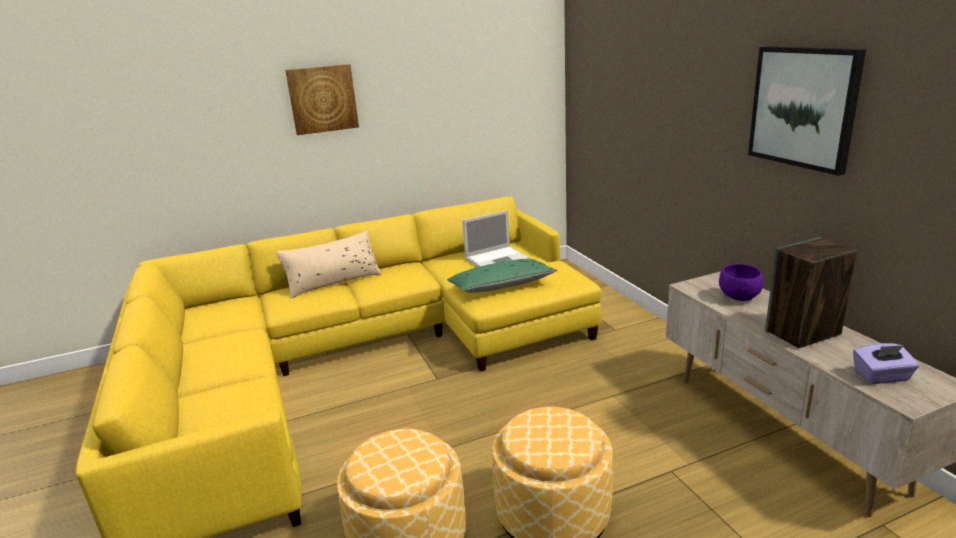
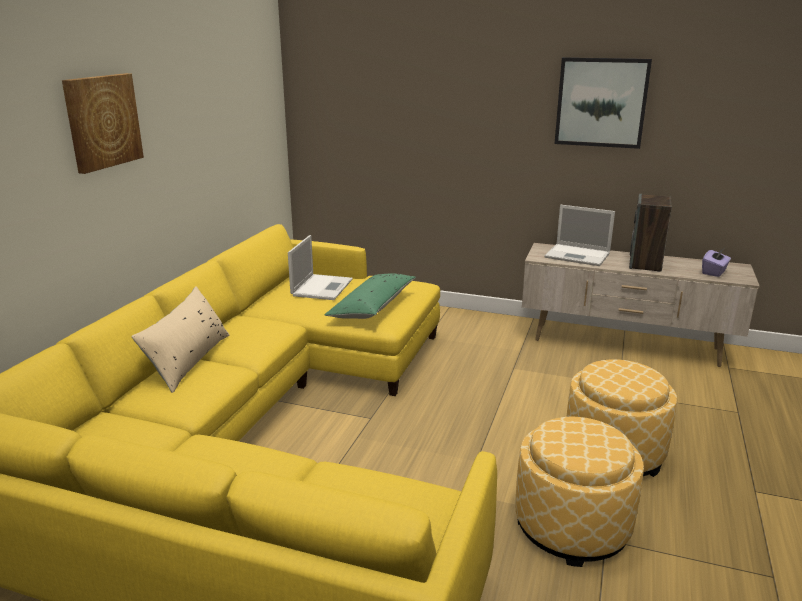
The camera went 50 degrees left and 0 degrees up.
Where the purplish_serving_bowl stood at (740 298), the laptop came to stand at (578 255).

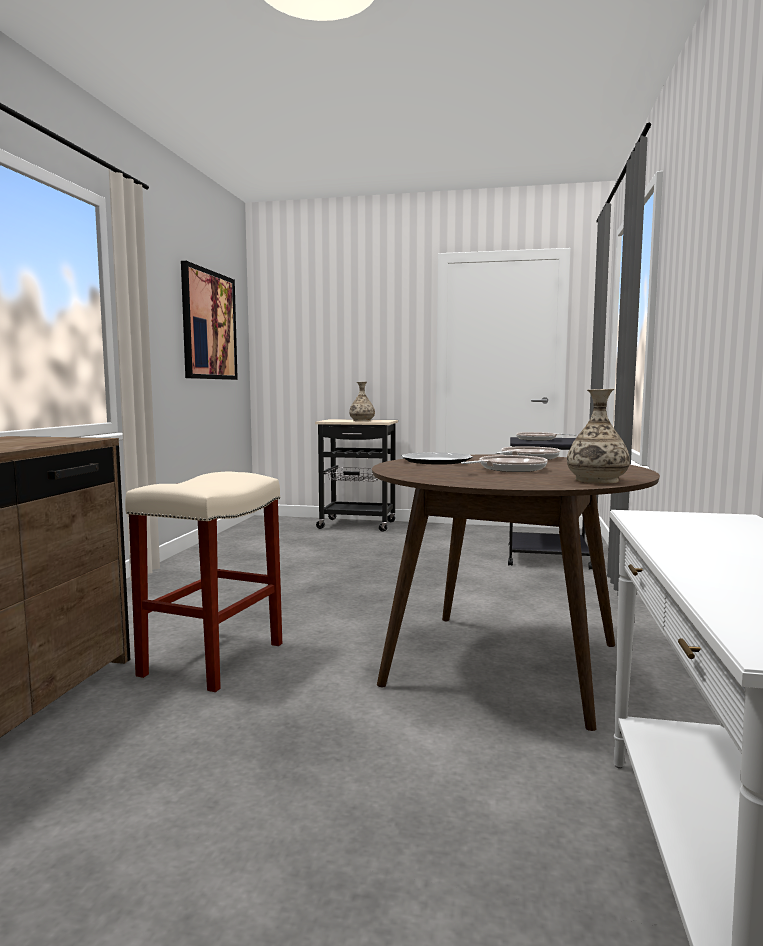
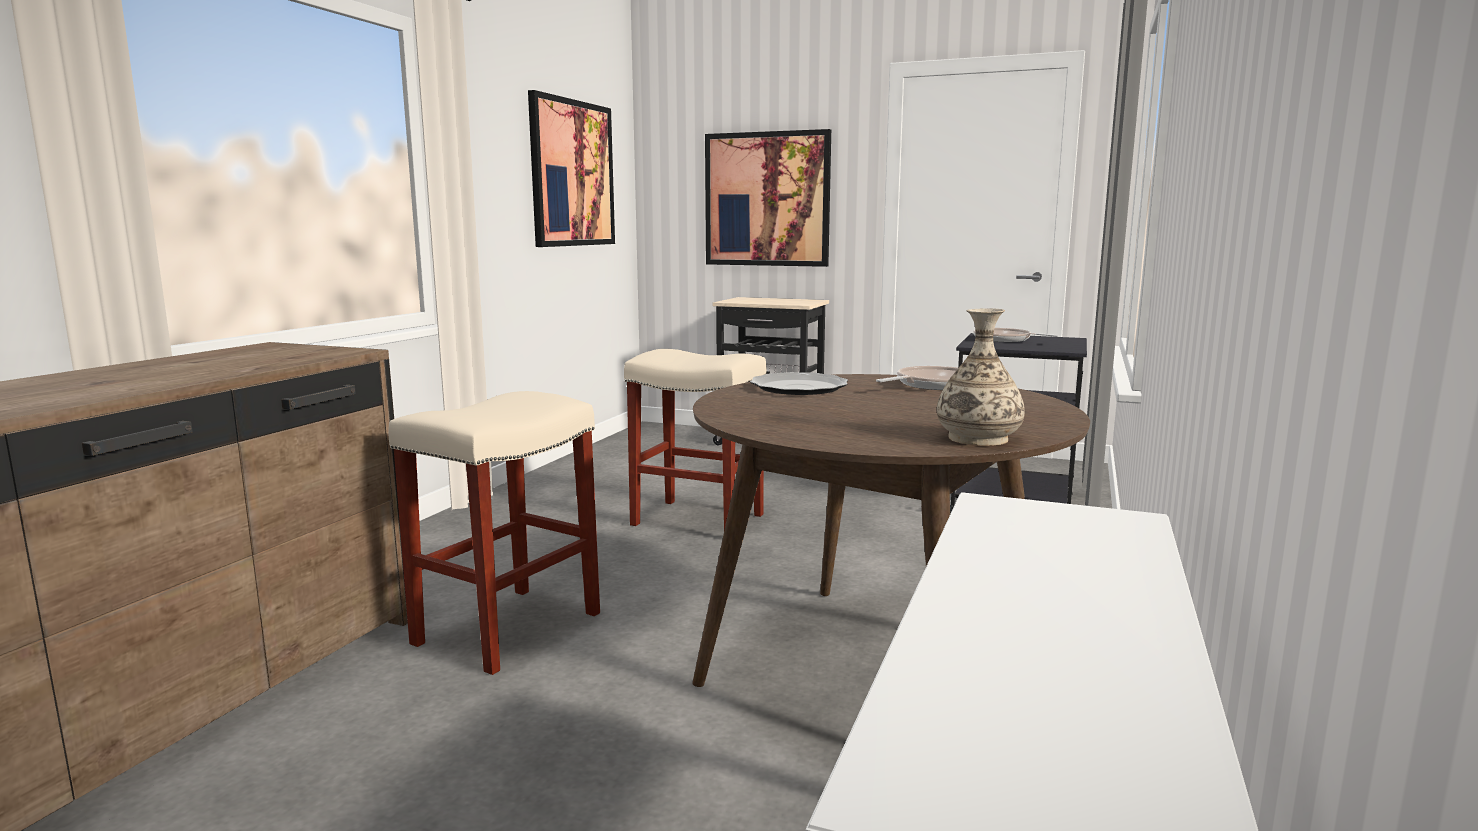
The camera went 10 degrees right and 5 degrees up.
The second view gained the sand-coloured_stool at (700 520).
The second view gained the wall_art at (767 199).
The second view lost the flower_vase at (361 421).
The second view lost the skillet at (509 469).

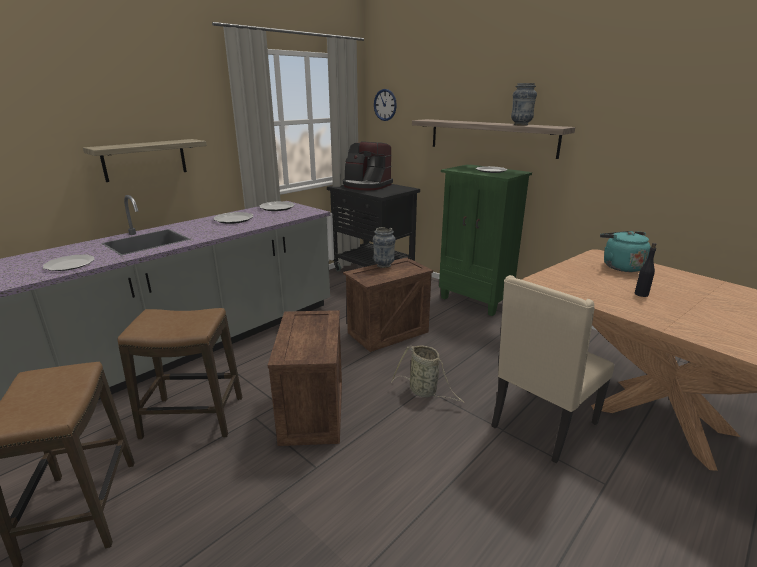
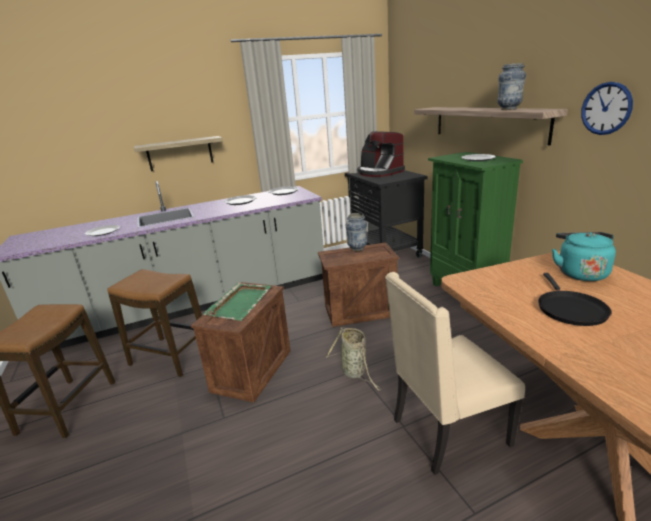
The camera went 25 degrees right and 0 degrees up.
The second view gained the green-coloured_carrying_tray at (240 302).
Where the black_beverage_bottle stood at (641 294), the black_skillet came to stand at (569 309).
The clock_on_the_wall ended up elsewhere, having gone from (385 105) to (606 108).

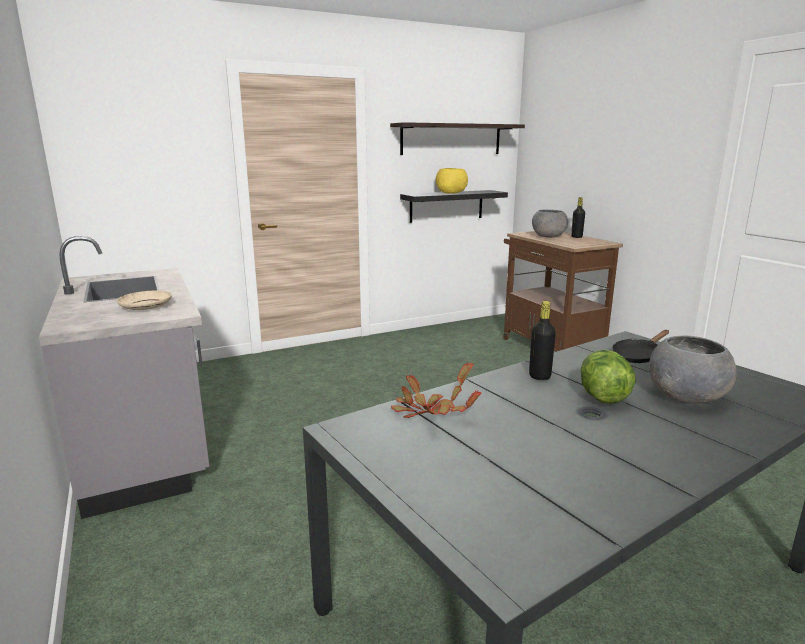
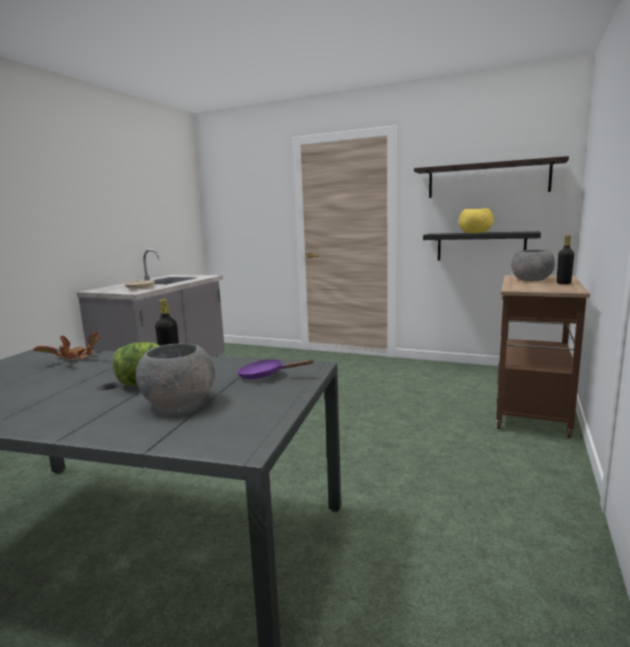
The camera went 50 degrees right and 5 degrees down.
What was the black_skillet at (638 356) turned into the purplish_skillet at (266 375).

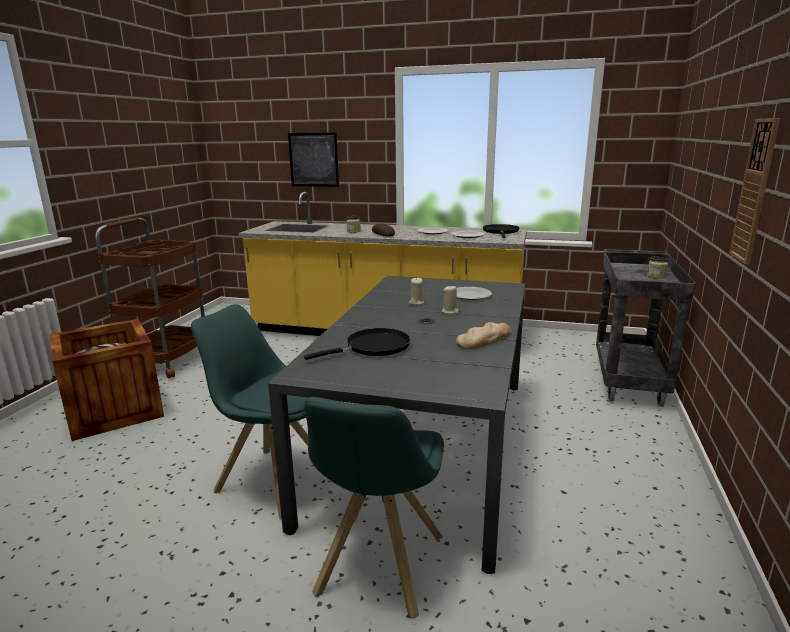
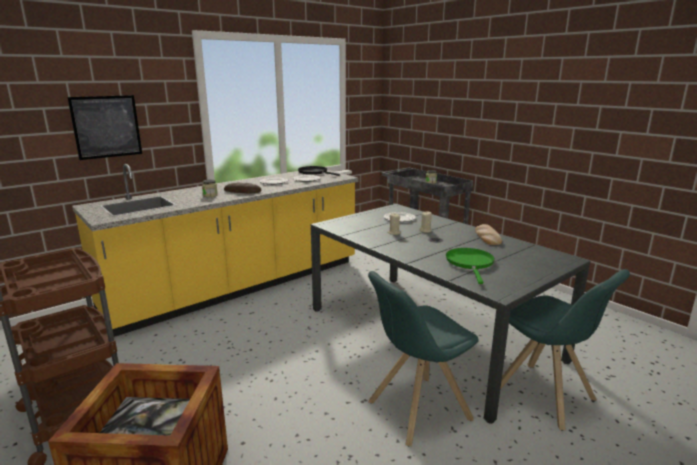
The camera went 55 degrees left and 0 degrees up.
What was the black_skillet at (373 347) turned into the green-coloured_skillet at (470 263).
The second view lost the clock_on_the_wall at (755 191).

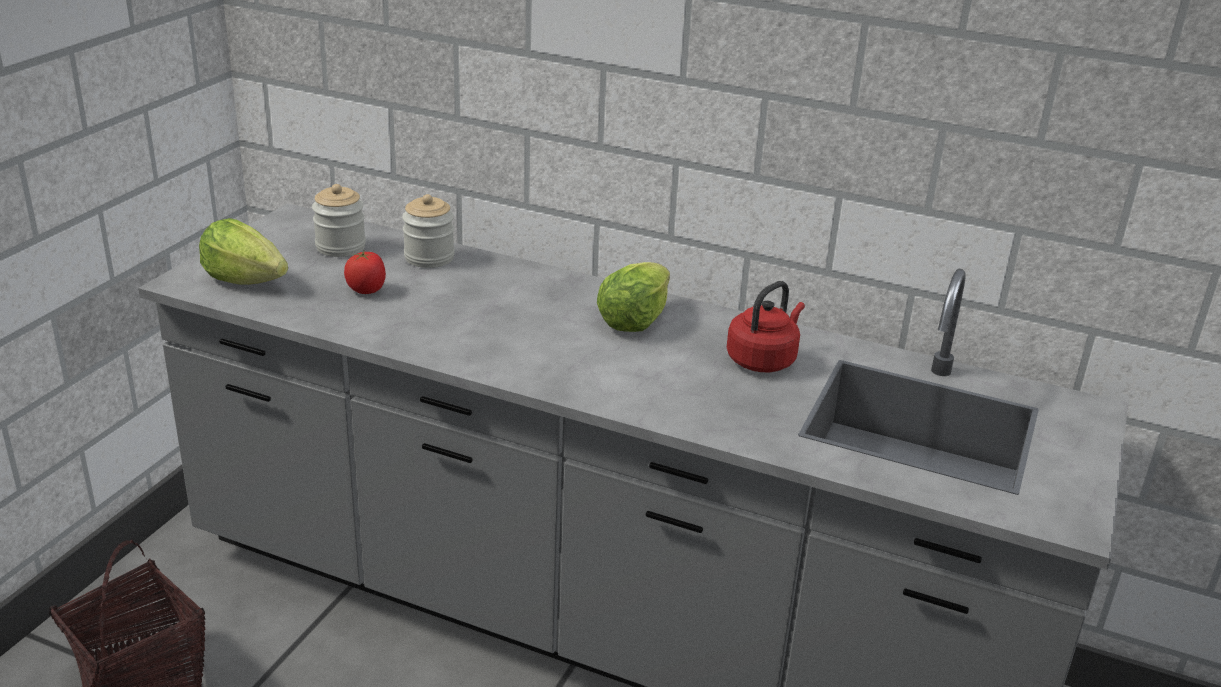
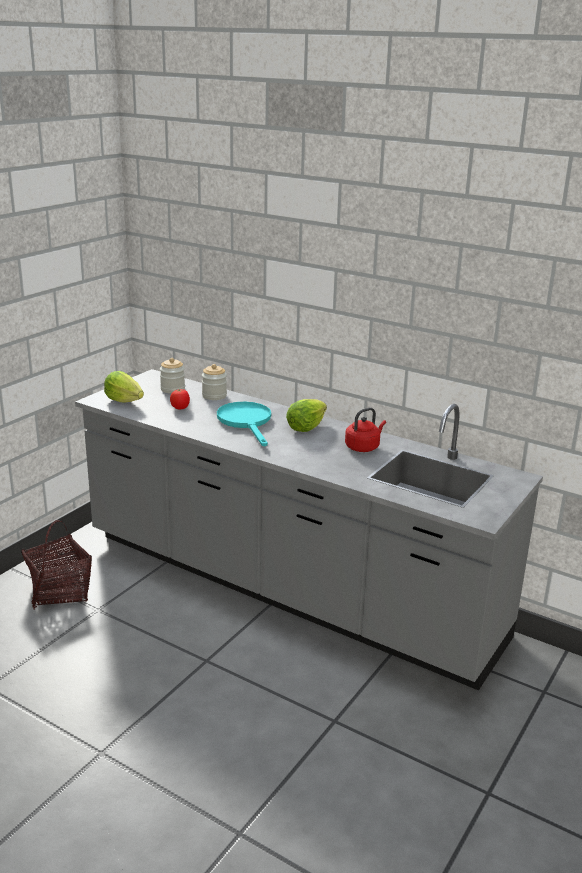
The camera went 10 degrees right and 5 degrees down.
The second view gained the turquoise-coloured_skillet at (246 422).

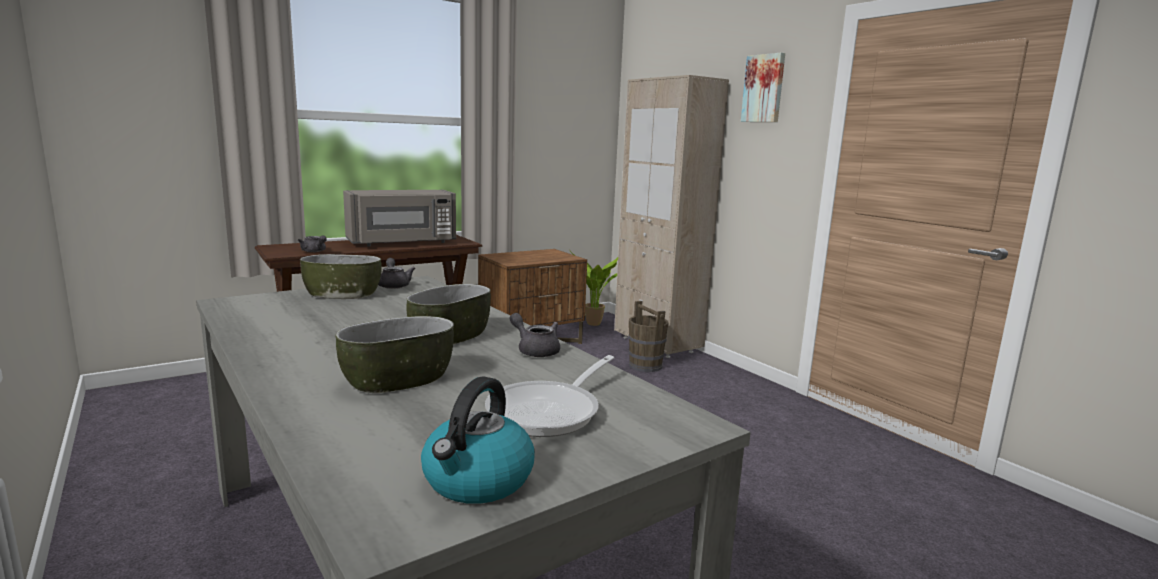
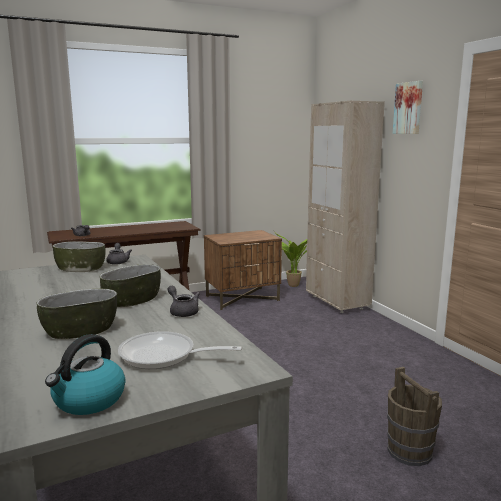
The camera went 10 degrees right and 0 degrees up.
The skillet at (550 412) ended up facing another way, 60 degrees clockwise from before.
The brown-coloured_bucket ended up elsewhere, having gone from (645 366) to (409 452).
The second view lost the greyish_microwave_oven at (402 243).

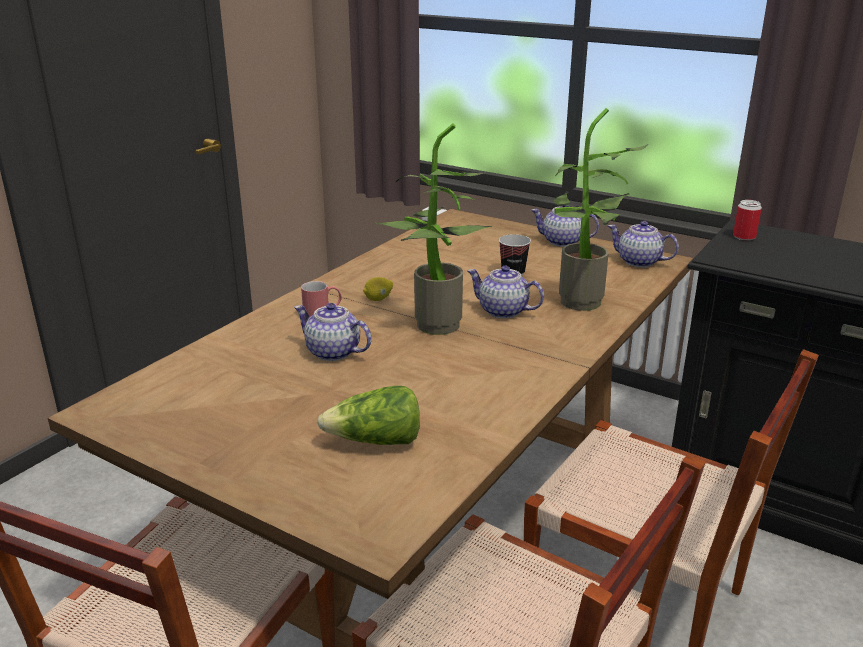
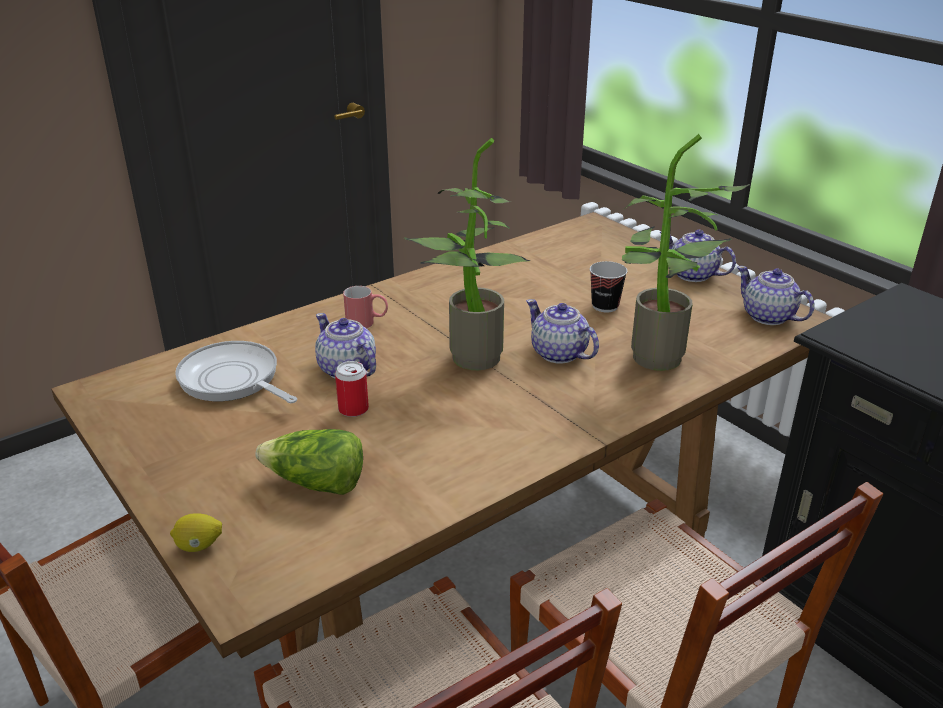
The camera went 20 degrees right and 5 degrees up.
The citrus_fruit ended up elsewhere, having gone from (378 299) to (199 546).
The second view gained the skillet at (233 380).
The sealed_can ended up elsewhere, having gone from (744 237) to (353 409).

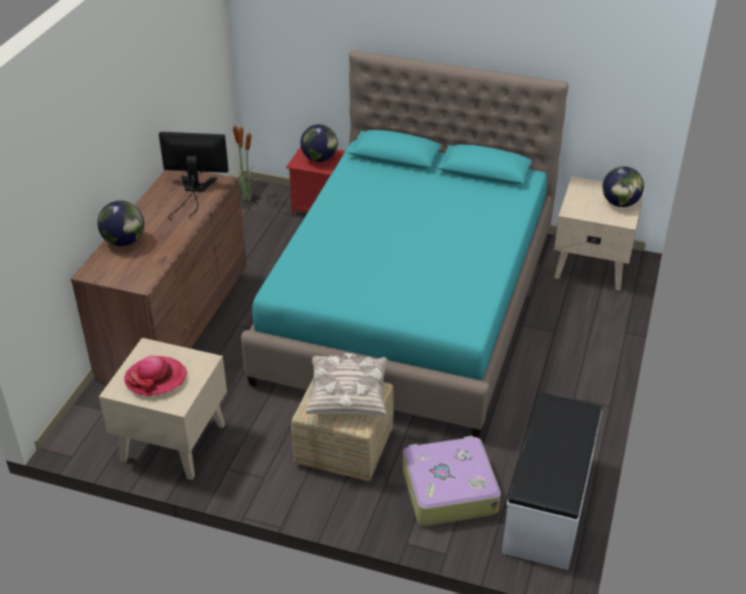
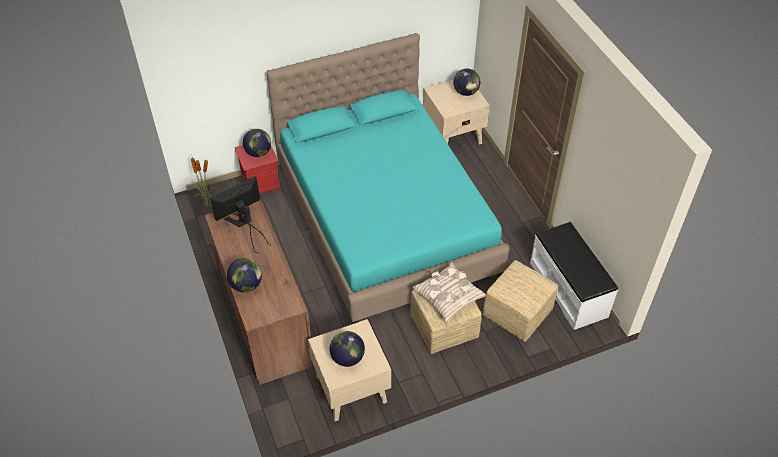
The camera went 40 degrees left and 10 degrees up.
Where the hat stood at (155 378), the desk_globe came to stand at (347 357).
Where the piece_of_luggage stood at (448 489), the ottoman came to stand at (517 314).

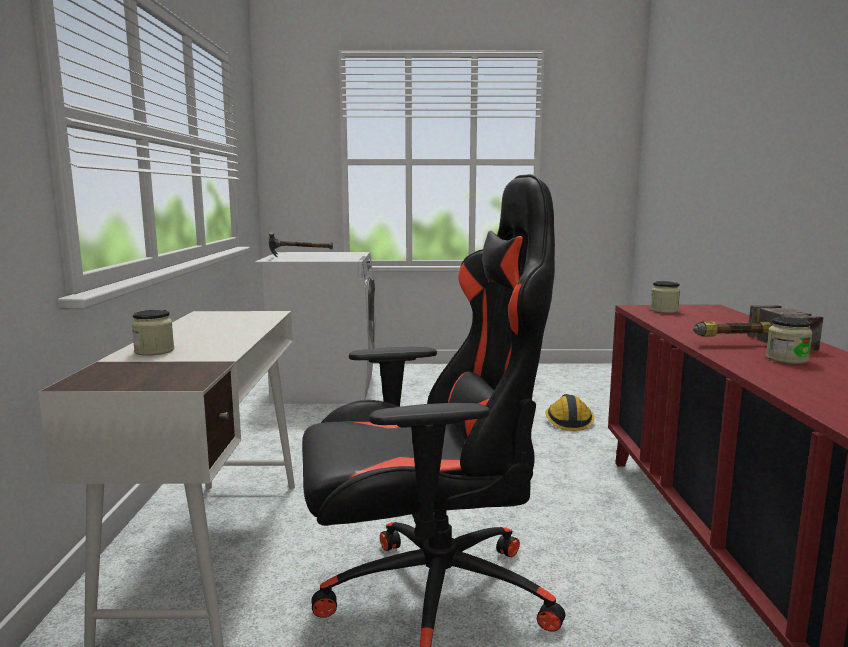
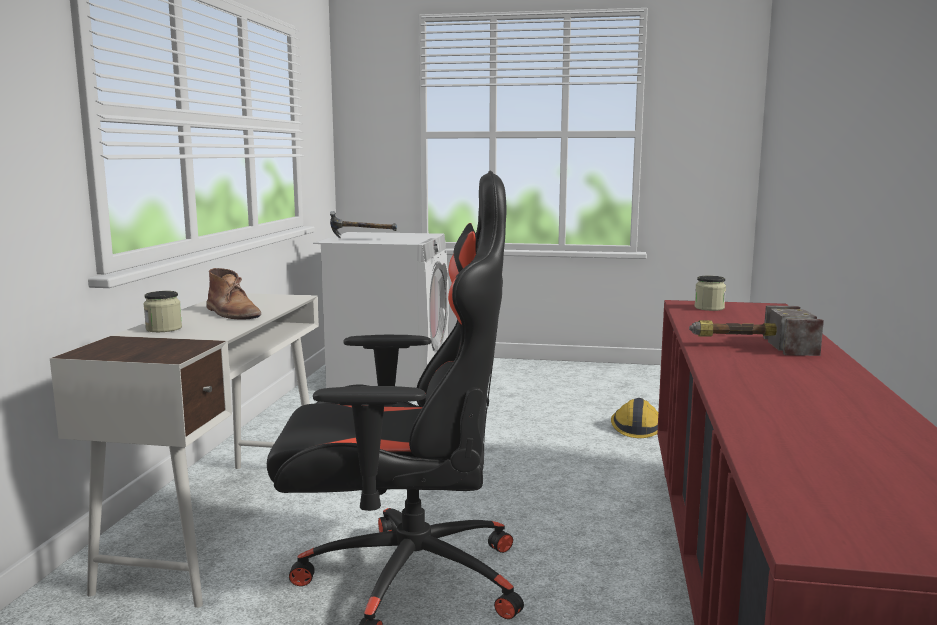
The camera went 10 degrees right and 0 degrees up.
The second view gained the brown-coloured_high-top_boot at (232 313).
The second view lost the preserve_jar at (786 359).

